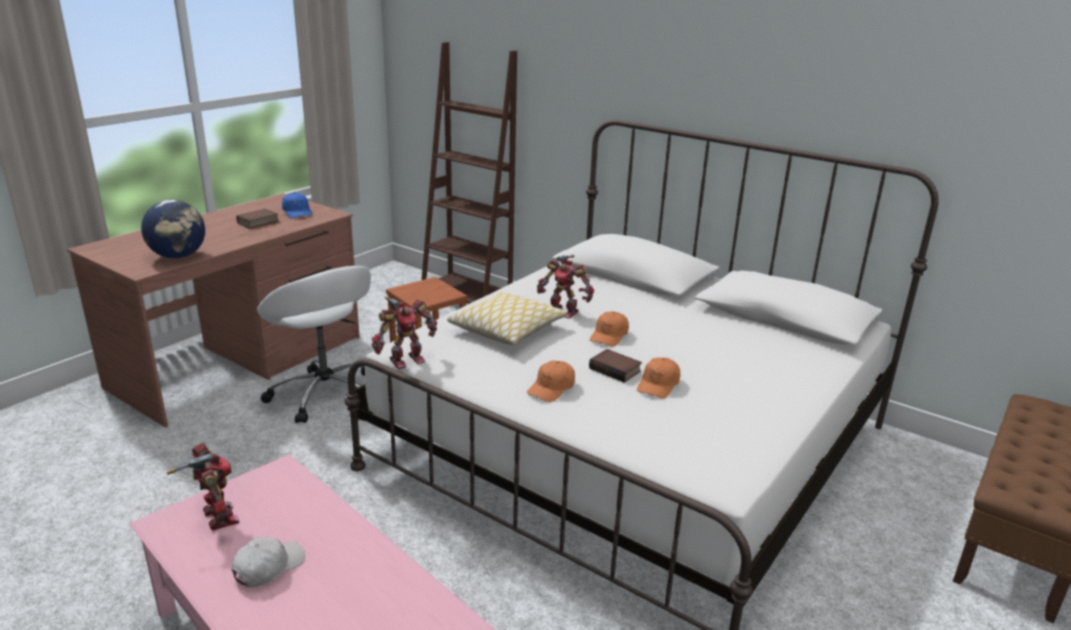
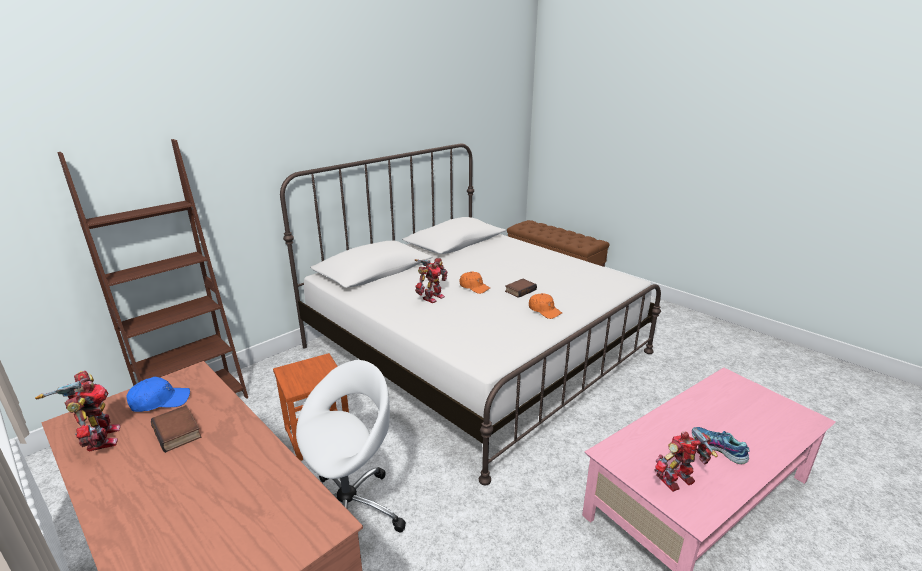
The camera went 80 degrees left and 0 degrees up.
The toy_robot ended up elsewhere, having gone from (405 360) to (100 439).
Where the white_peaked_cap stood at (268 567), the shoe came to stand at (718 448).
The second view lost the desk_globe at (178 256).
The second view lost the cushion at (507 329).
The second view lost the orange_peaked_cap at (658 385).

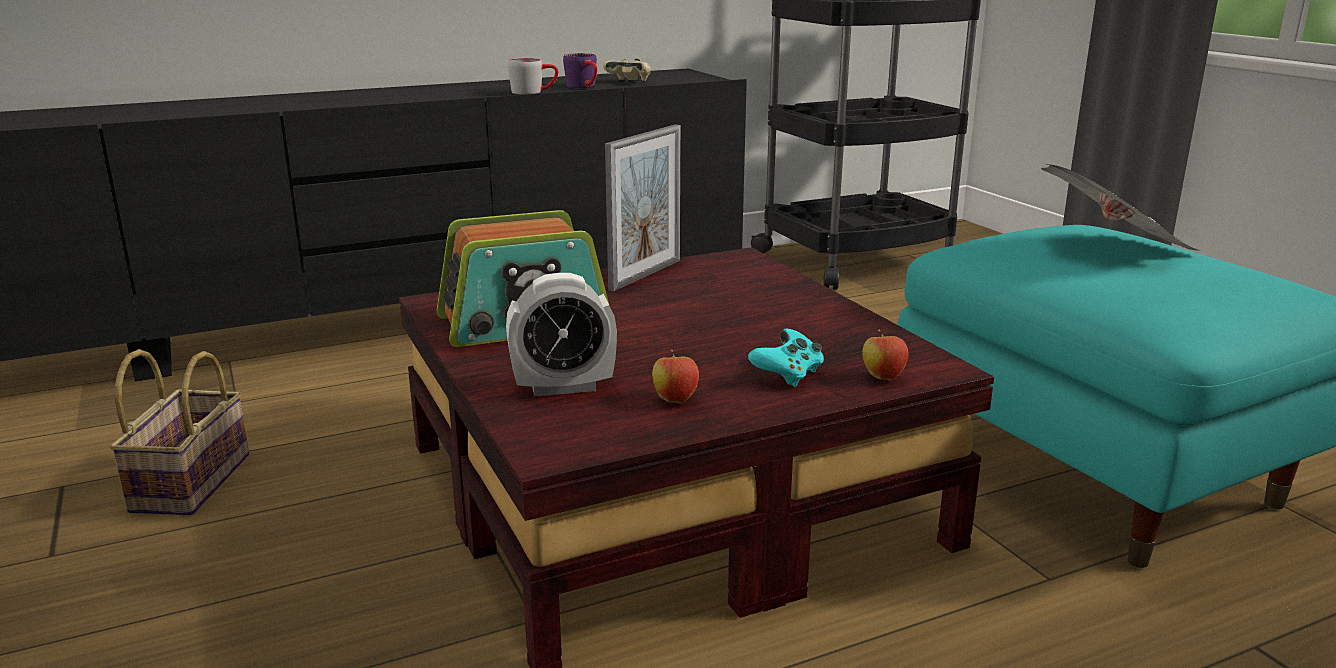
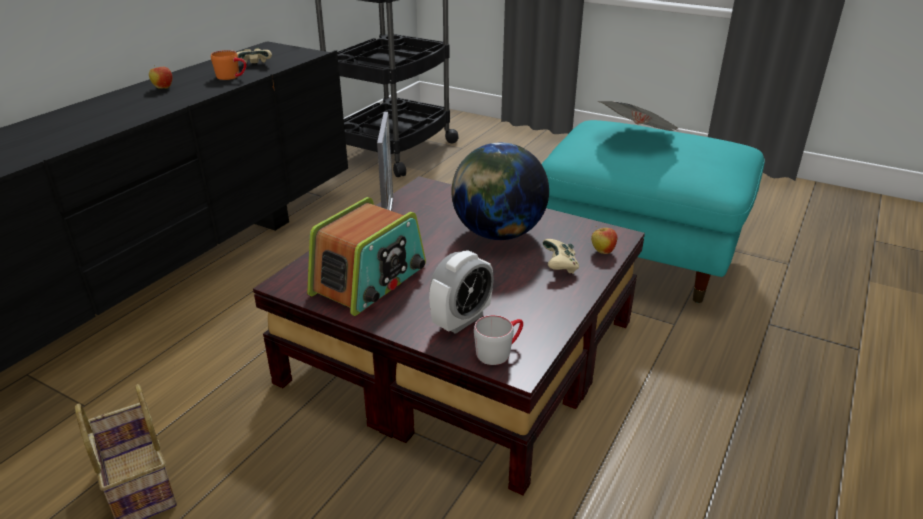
The camera went 35 degrees left and 10 degrees up.
The whole_apple ended up elsewhere, having gone from (675 400) to (163 88).
What was the purplish_tea_mug at (584 87) turned into the orange_tea_mug at (232 77).
The second view gained the desk_globe at (498 233).
The greyish_tea_mug ended up elsewhere, having gone from (534 92) to (499 351).
What was the turquoise-coloured_joypad at (788 375) turned into the sand-coloured_joypad at (560 266).

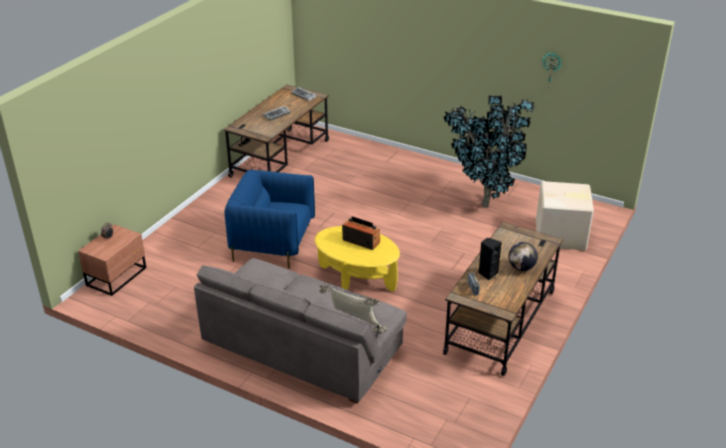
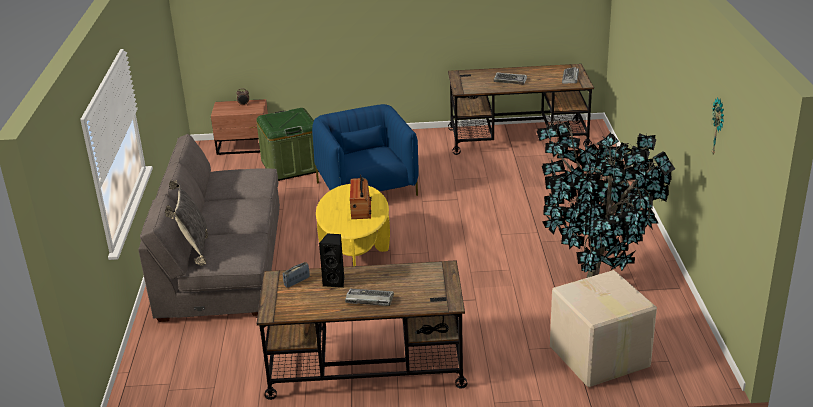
The camera went 60 degrees right and 5 degrees down.
The second view gained the green-coloured_storage_bin at (291 166).
Where the desk_globe stood at (521 268), the keyboard came to stand at (369 300).

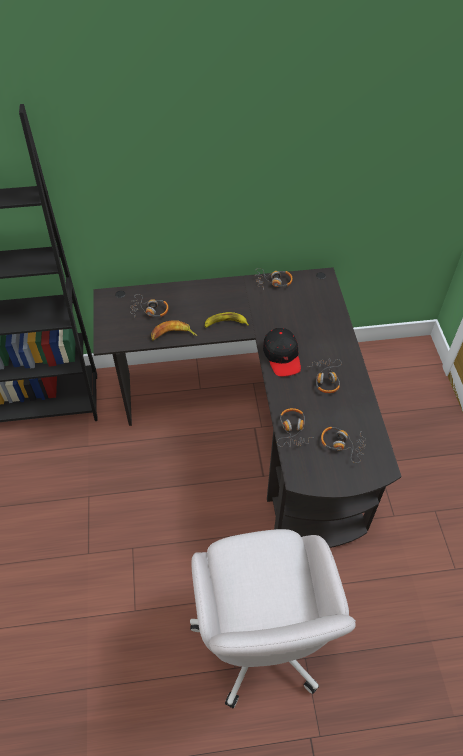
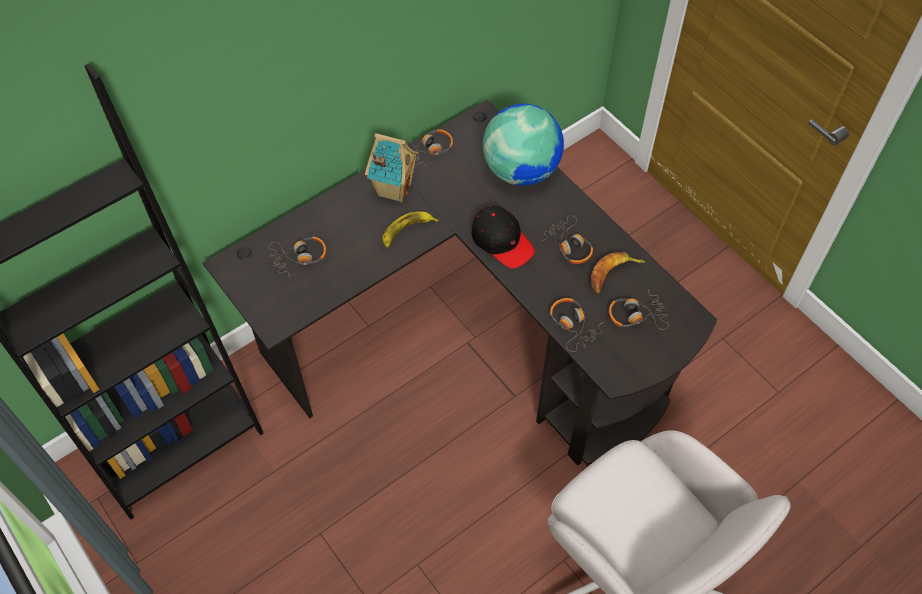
The camera went 30 degrees left and 5 degrees up.
The second view gained the miniature_house at (393 189).
The second view gained the desk_globe at (521 170).
The whole_banana ended up elsewhere, having gone from (173 335) to (613 275).

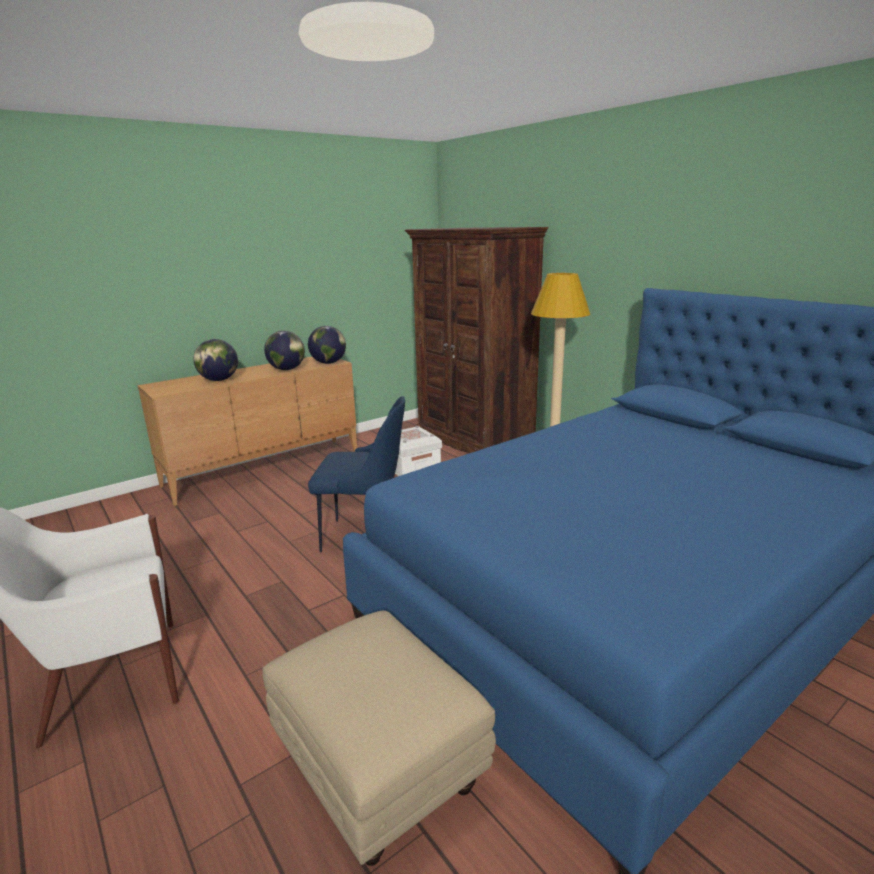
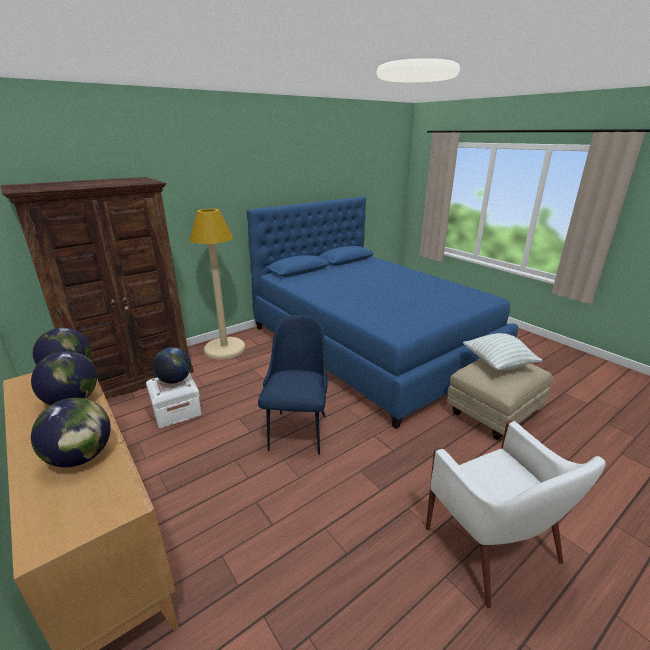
The camera went 90 degrees left and 5 degrees up.
The second view gained the desk_globe at (175 380).
The second view gained the cushion at (498 364).

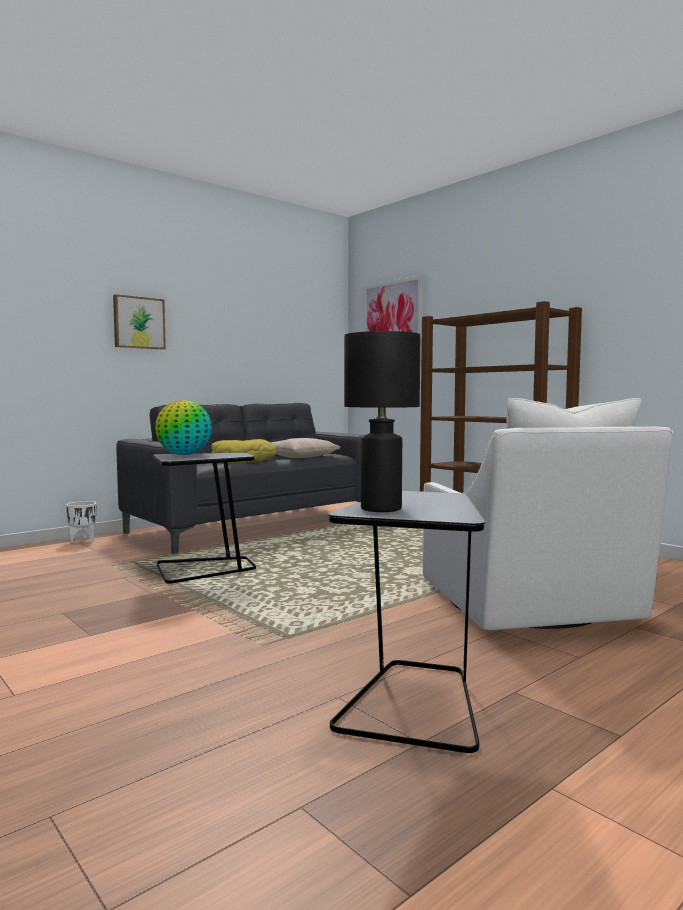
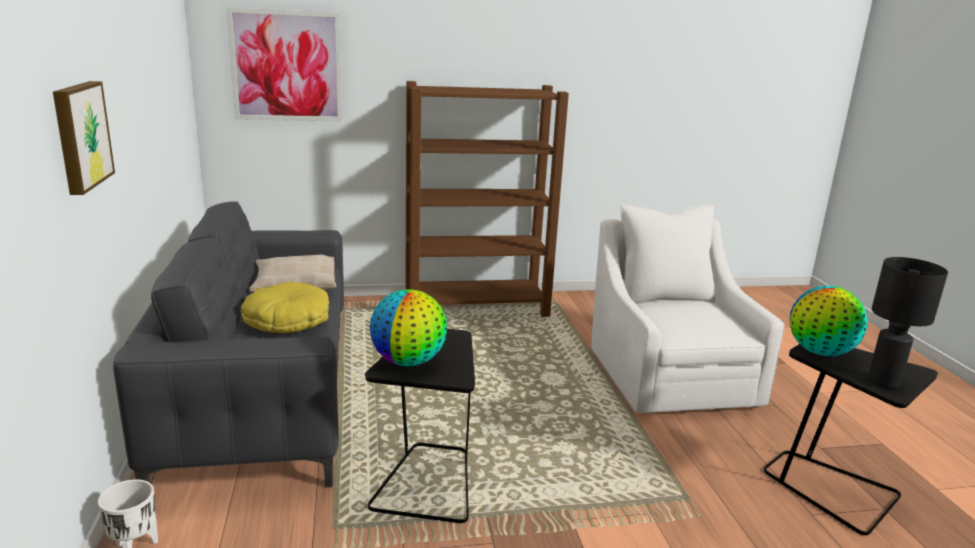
The camera went 60 degrees left and 15 degrees up.
The white_armchair at (529 604) ended up facing another way, 120 degrees counterclockwise from before.
The second view gained the desk_globe at (820 352).

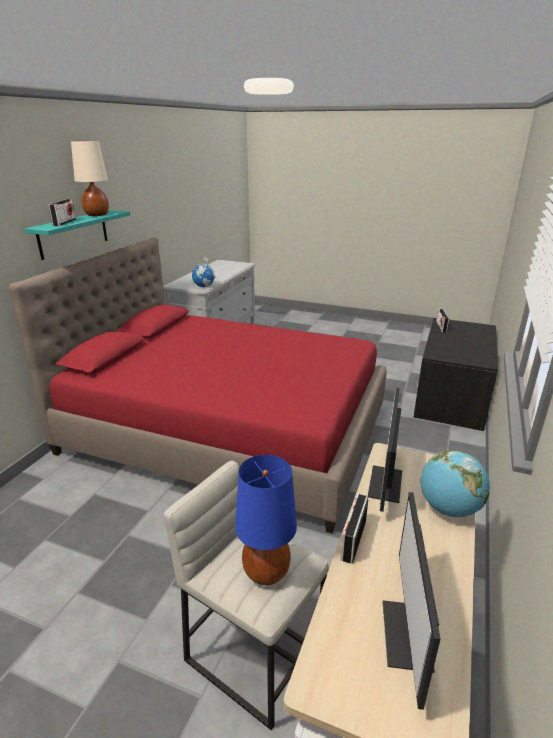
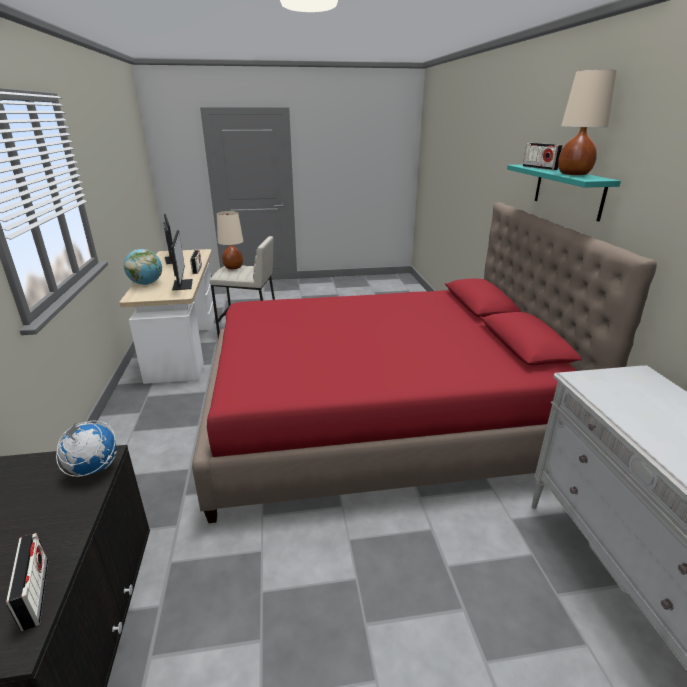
The camera went 150 degrees right and 0 degrees up.
The desk_globe ended up elsewhere, having gone from (204 286) to (93 469).
What was the bluish_lamp_for_a_table at (265 572) turned into the sand-coloured_lamp_for_a_table at (233 267).

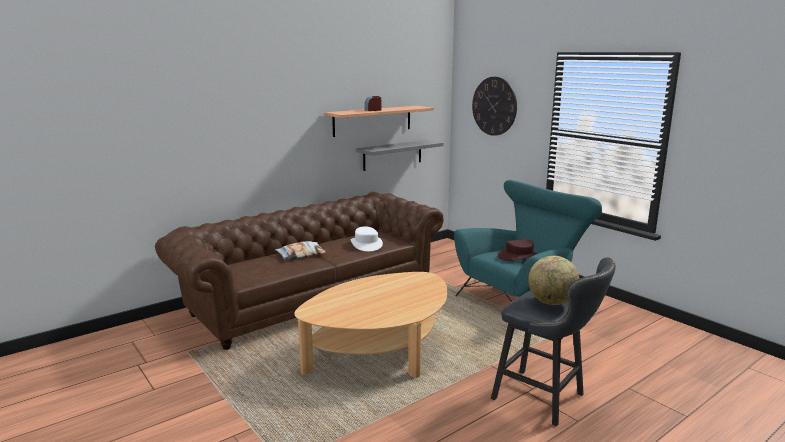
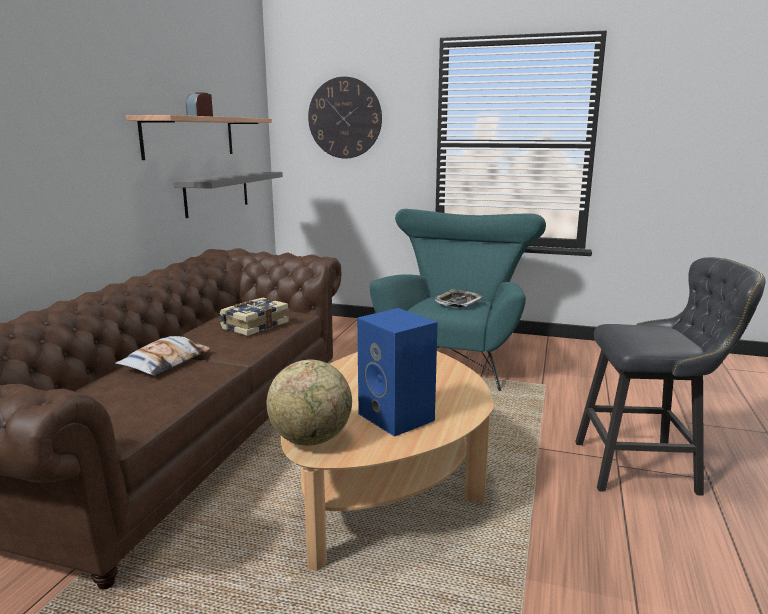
The camera went 35 degrees left and 0 degrees up.
Where the white_hat stood at (366 244), the bound_book came to stand at (254 326).
The desk_globe ended up elsewhere, having gone from (552 302) to (311 439).
The second view gained the bluish_loudspeaker at (398 417).
Where the brown-coloured_hat stood at (519 256), the carrying_tray came to stand at (458 302).

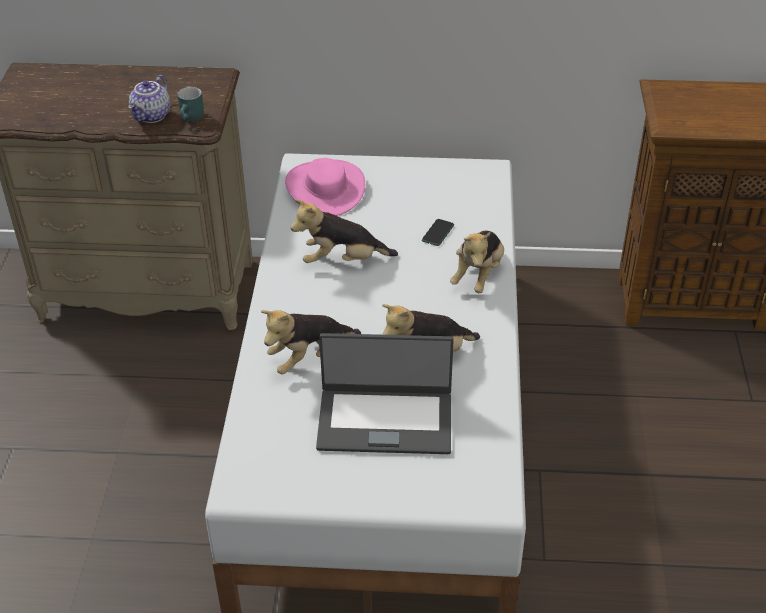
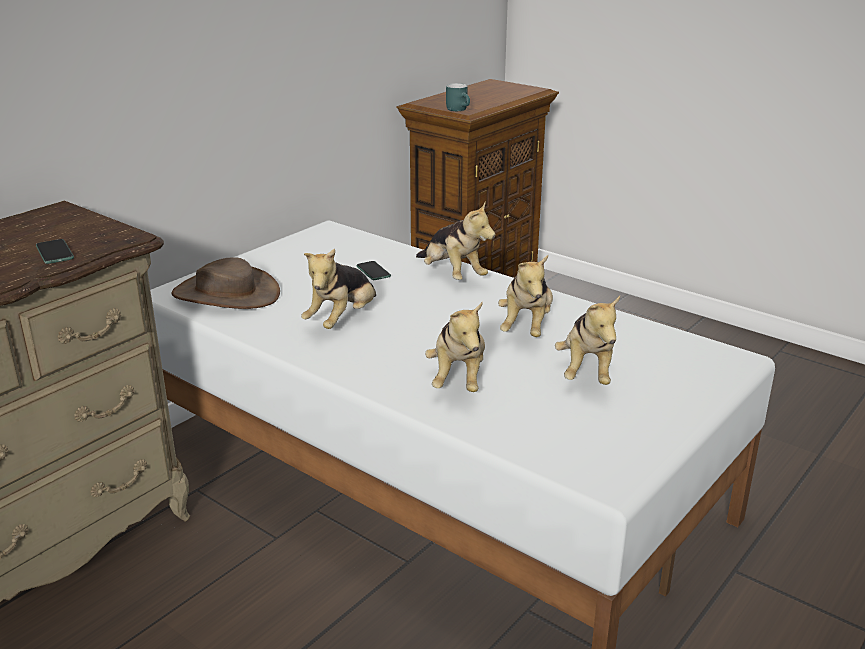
The camera went 55 degrees left and 15 degrees down.
Where the pot_for_tea stood at (152 116), the handset came to stand at (55 253).
What was the pink_hat at (325 188) turned into the brown-coloured_hat at (226 294).
The turquoise-coloured_tea_mug ended up elsewhere, having gone from (192 118) to (460 109).
Where the laptop stood at (385 420), the soft_toy came to stand at (587 371).

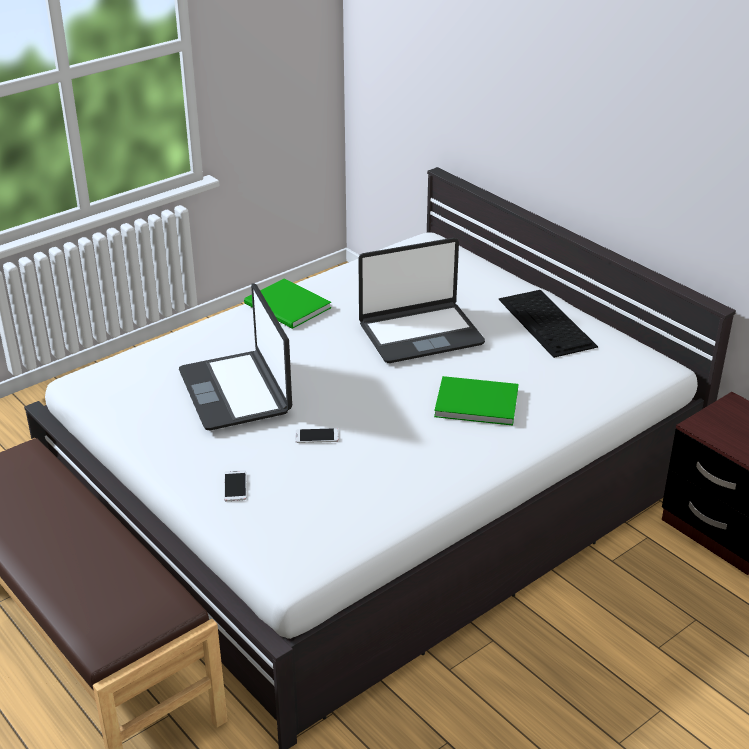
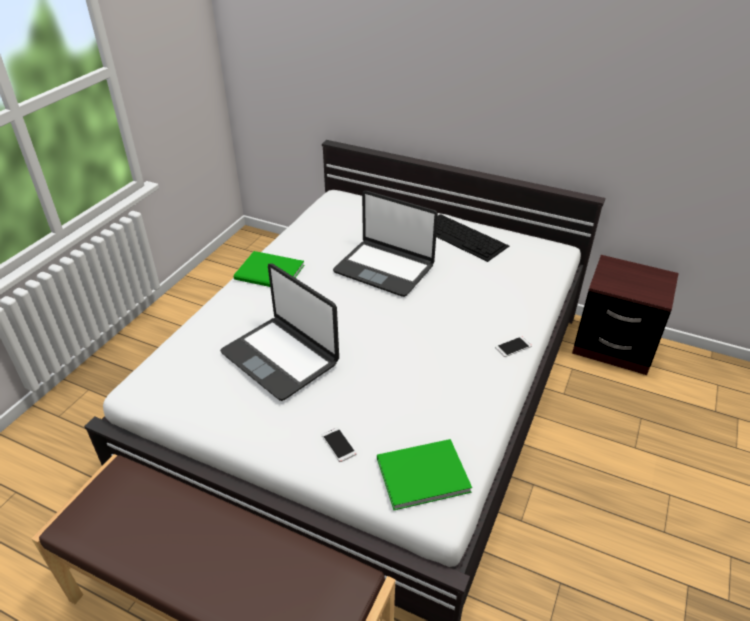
The camera went 25 degrees left and 5 degrees up.
The laptop at (420 334) ended up facing another way, 75 degrees clockwise from before.
The green-coloured_bound_book ended up elsewhere, having gone from (474 401) to (419 474).
The handset ended up elsewhere, having gone from (317 436) to (513 347).

